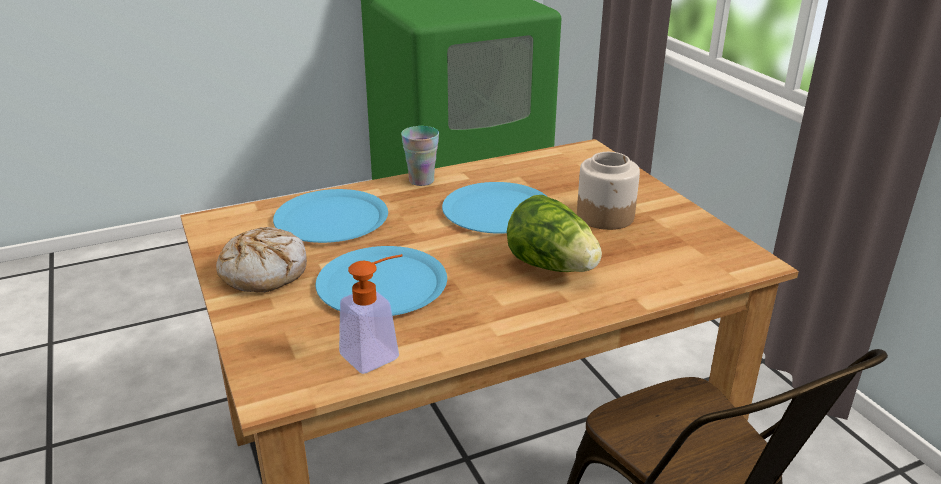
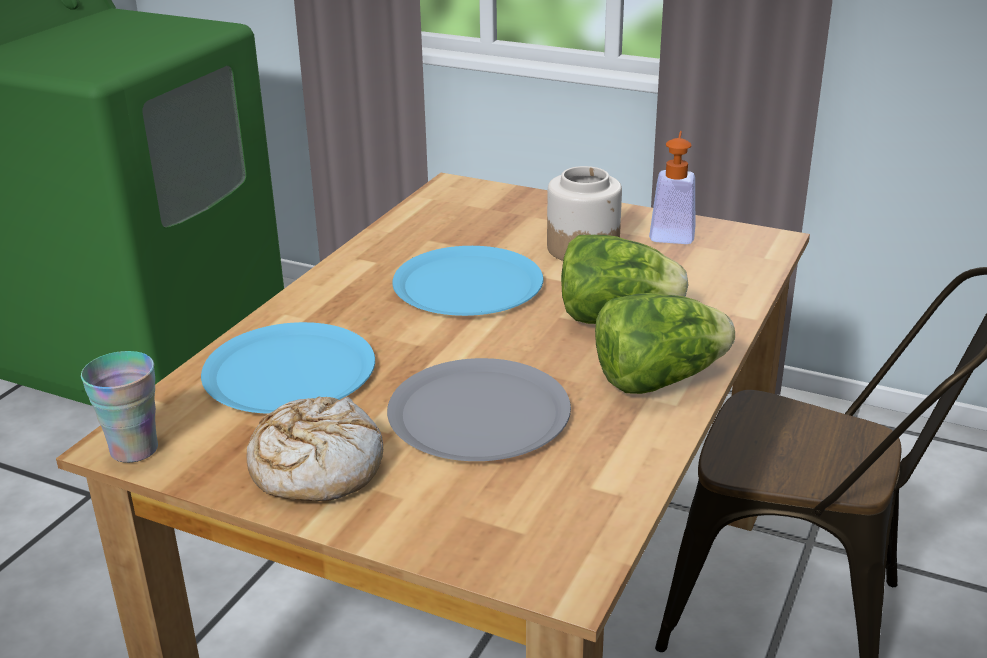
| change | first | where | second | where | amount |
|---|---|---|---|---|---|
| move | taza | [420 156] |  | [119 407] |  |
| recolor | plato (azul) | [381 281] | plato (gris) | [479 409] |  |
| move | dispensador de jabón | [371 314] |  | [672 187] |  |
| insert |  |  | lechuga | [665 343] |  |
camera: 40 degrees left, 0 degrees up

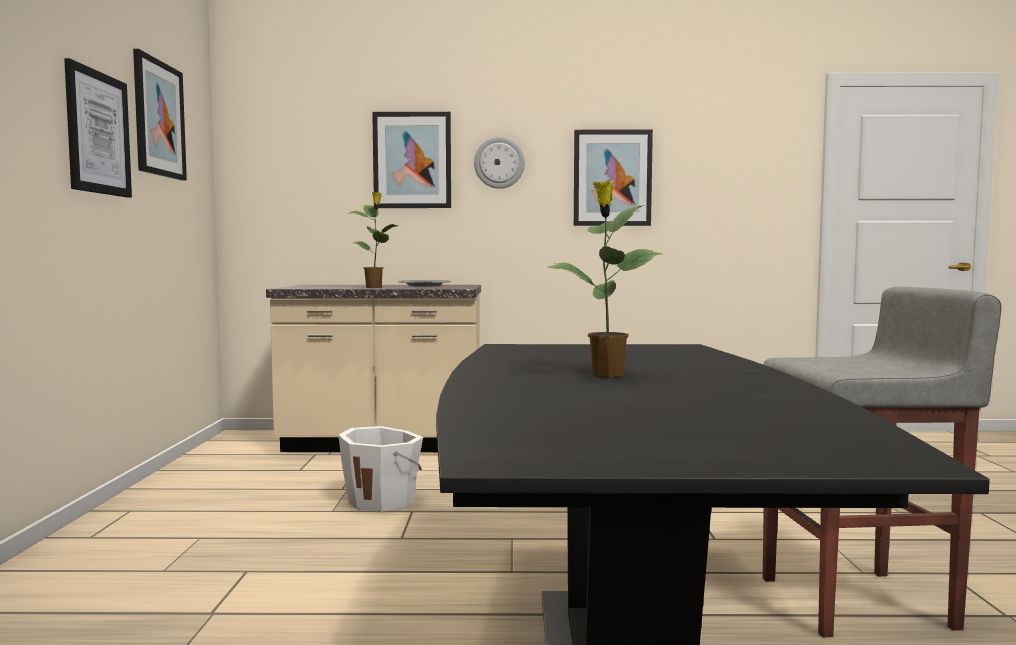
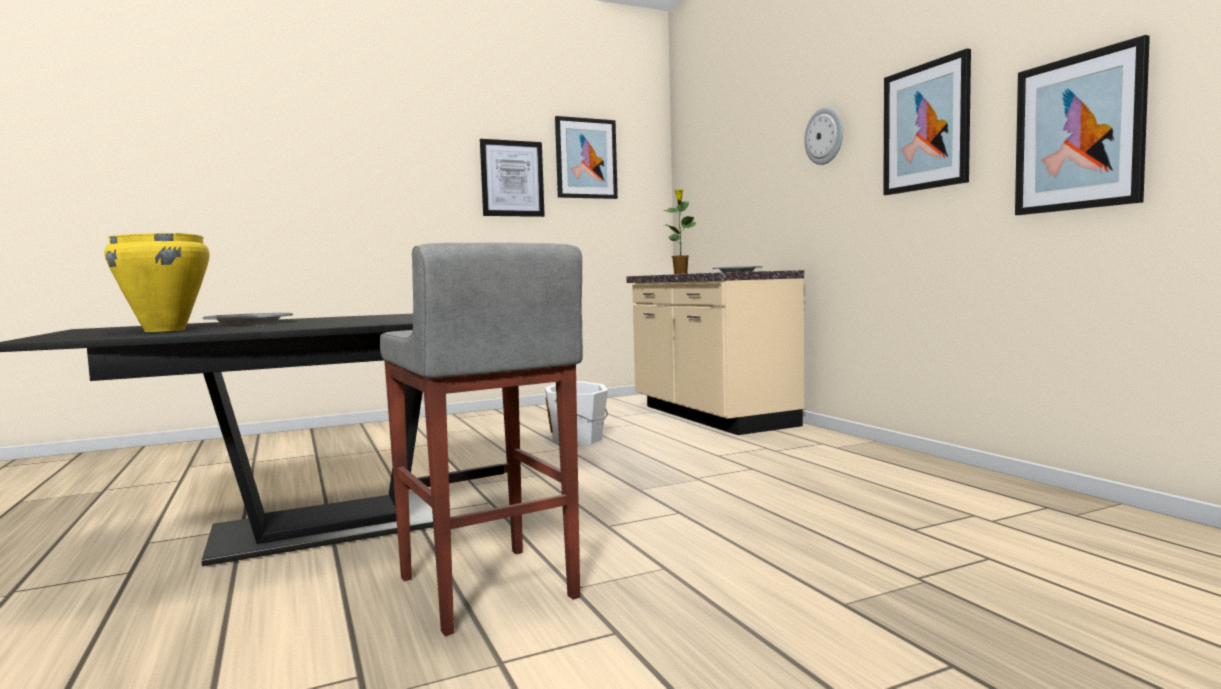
| change | first | where | second | where | amount |
|---|---|---|---|---|---|
| move | cuadro | [411 160] |  | [1082 125] |  |
| delete | planta en maceta | [605 279] |  |  |  |
| insert |  |  | olla (amarillo) | [157 282] |  |
| insert |  |  | plato (gris) | [248 318] |  |
camera: 65 degrees right, 0 degrees up

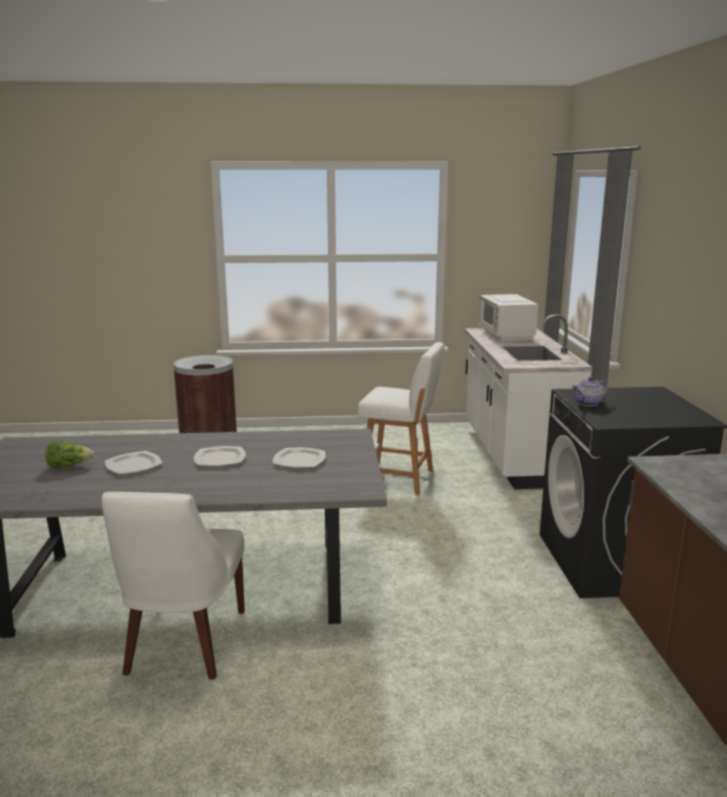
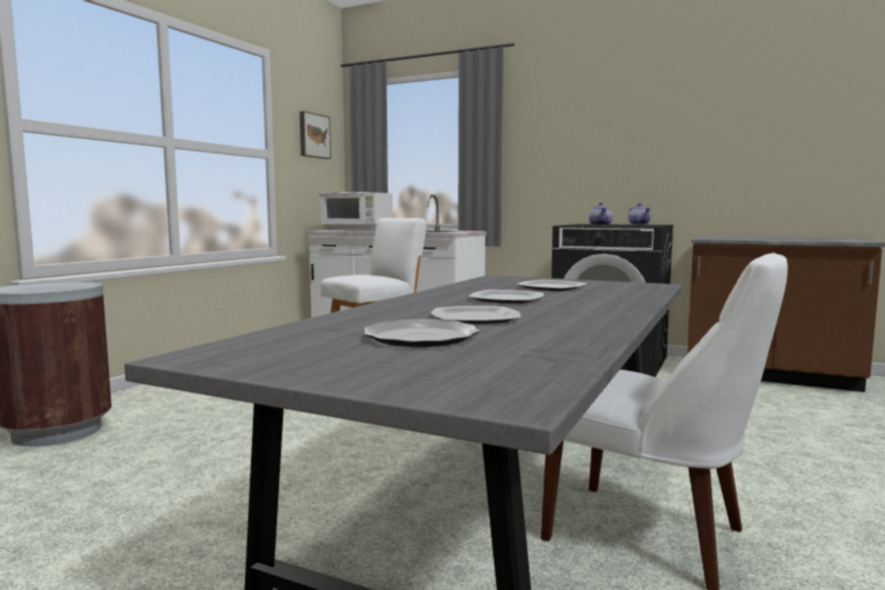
| change | first | where | second | where | amount |
|---|---|---|---|---|---|
| replace | lechuga | [69 455] | plato | [422 333] |  |
| insert |  |  | cuadro | [315 135] |  |
| insert |  |  | tetera | [639 214] |  |
camera: 60 degrees left, 10 degrees down

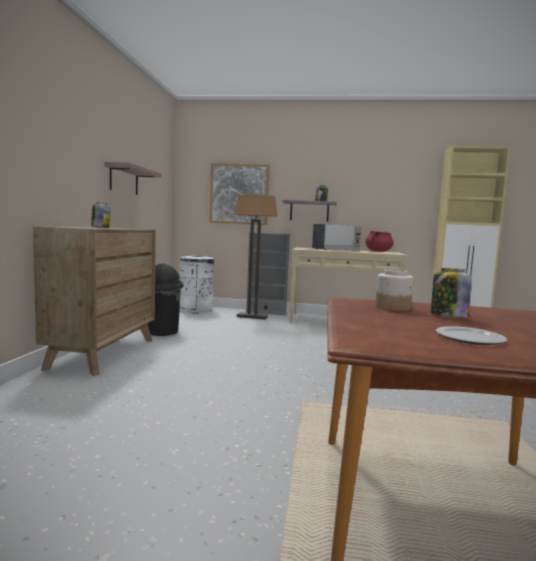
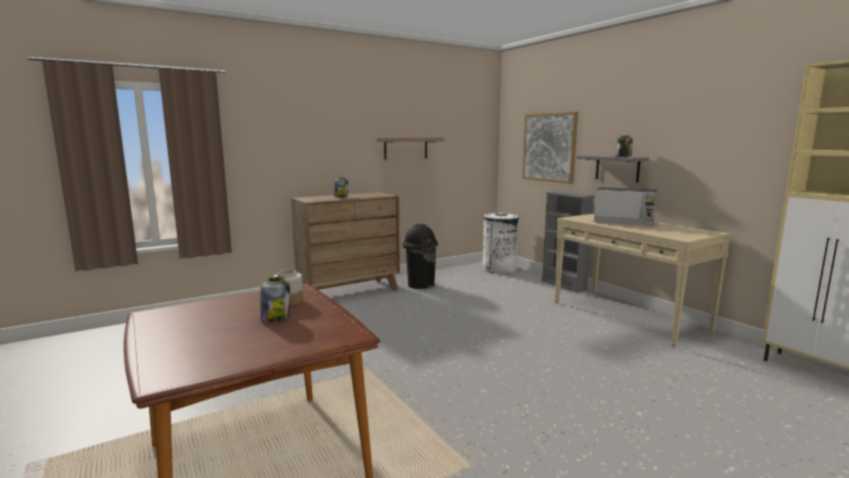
| change | first | where | second | where | amount |
|---|---|---|---|---|---|
| delete | lámpara de pie | [256 257] |  |  |  |
| delete | olla (rojo) | [379 241] |  |  |  |
| delete | plato | [471 335] |  |  |  |
camera: 50 degrees right, 5 degrees up

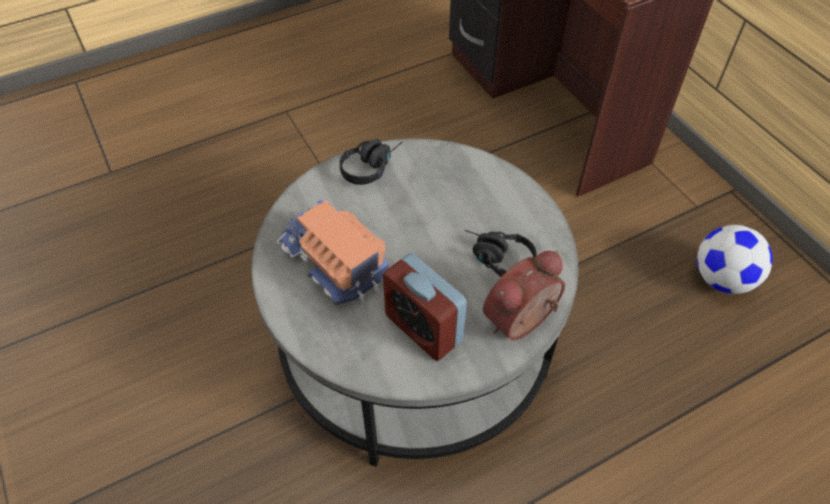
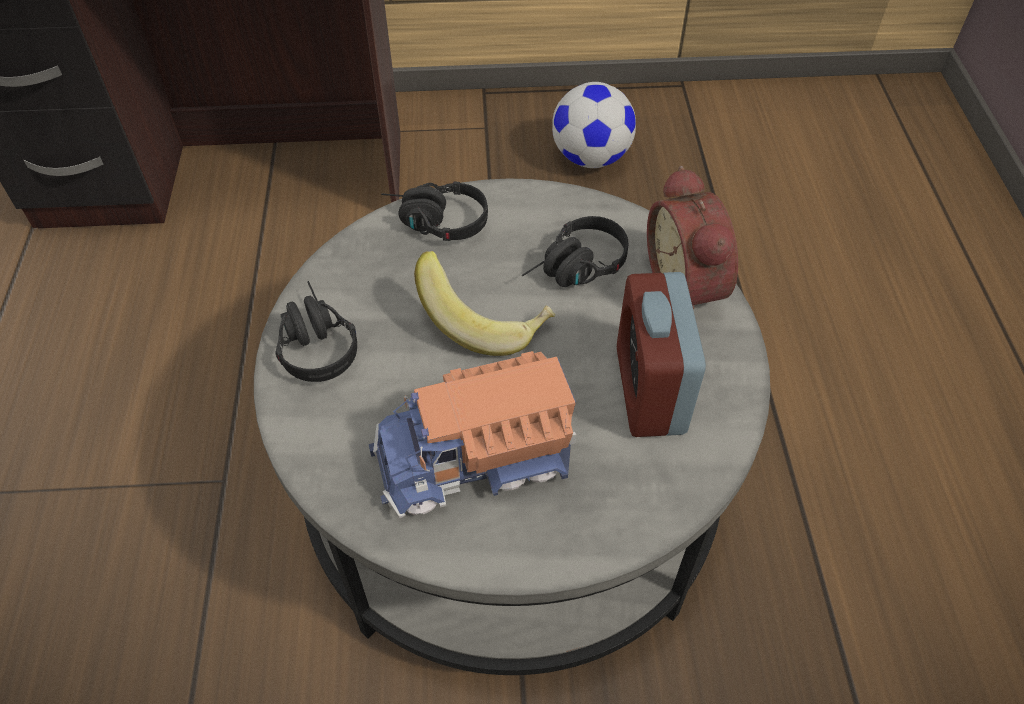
| change | first | where | second | where | amount |
|---|---|---|---|---|---|
| rotate | despertador | [425 307] |  | [661 354] | 105 degrees clockwise |
| insert |  |  | auriculares (negro) | [434 211] |  |
| insert |  |  | plátano | [484 303] |  |
camera: 65 degrees left, 0 degrees up

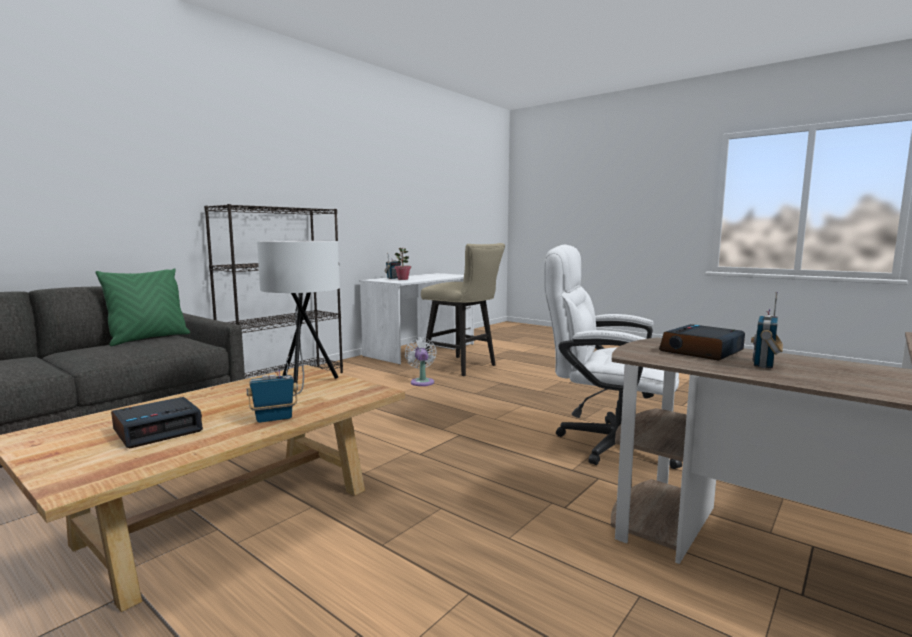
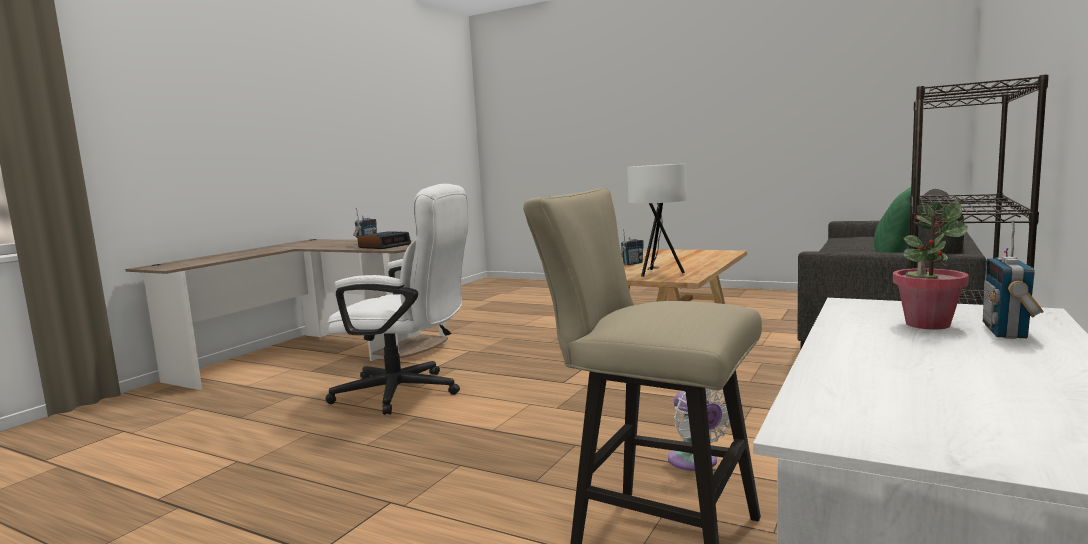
| change | first | where | second | where | amount |
|---|---|---|---|---|---|
| delete | despertador | [157 422] |  |  |  |
camera: 170 degrees right, 0 degrees up

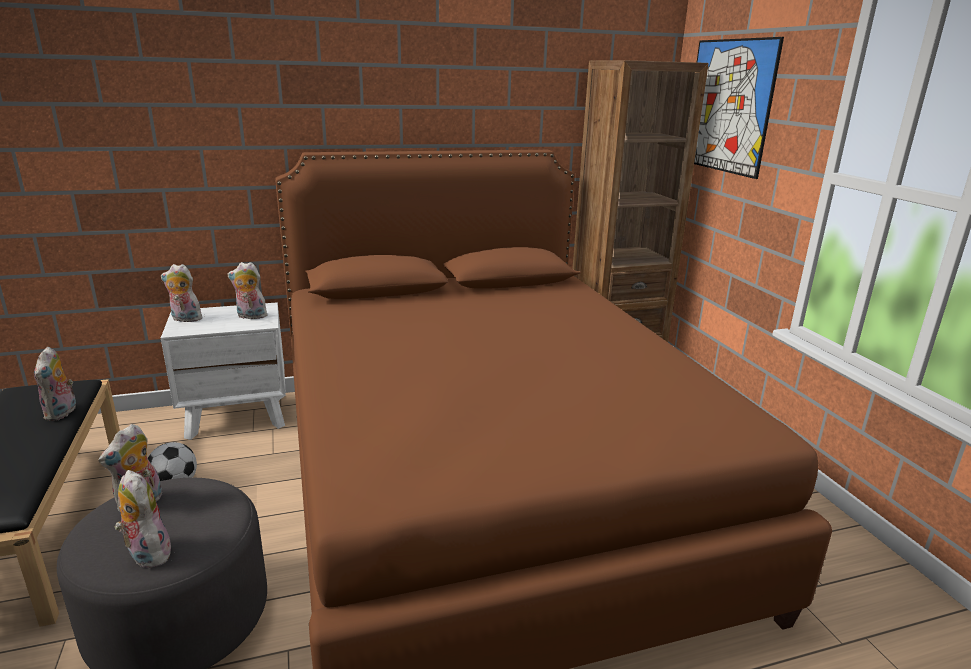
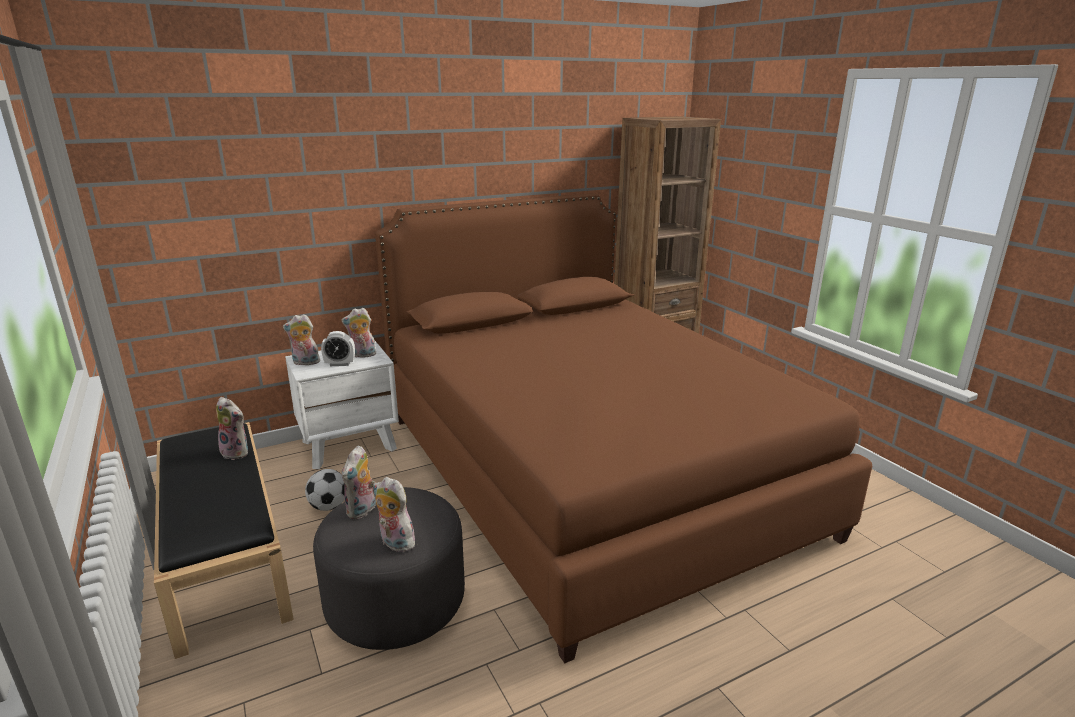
| change | first | where | second | where | amount |
|---|---|---|---|---|---|
| delete | cuadro | [739 108] |  |  |  |
| rotate | peluche | [56 384] |  | [232 428] | 45 degrees counterclockwise |
| insert |  |  | despertador | [338 348] |  |
camera: 10 degrees left, 0 degrees up

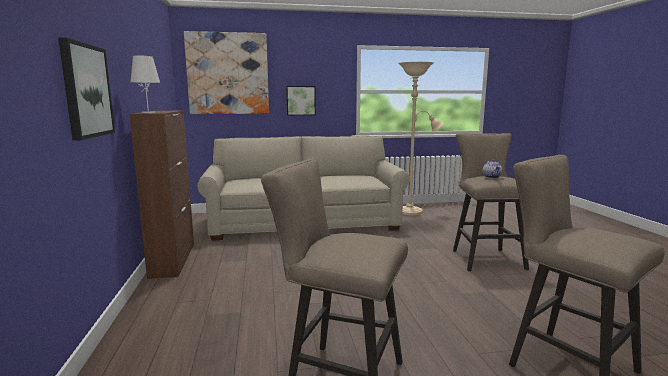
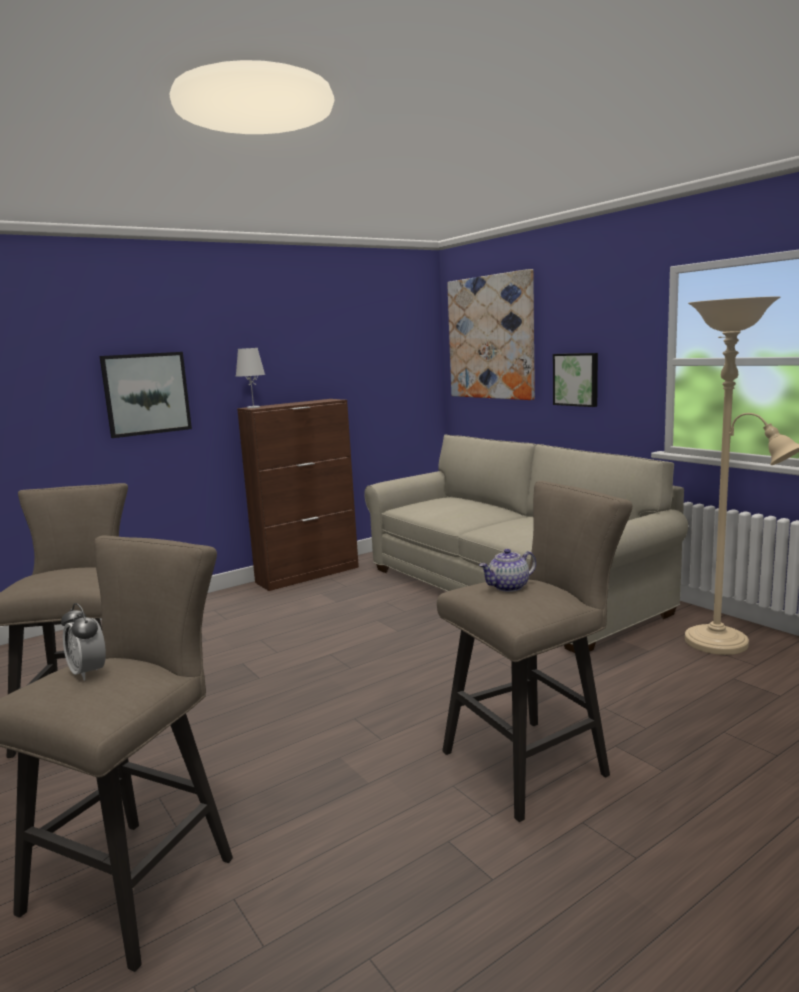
| change | first | where | second | where | amount |
|---|---|---|---|---|---|
| insert |  |  | despertador | [83 642] |  |
camera: 65 degrees right, 0 degrees up

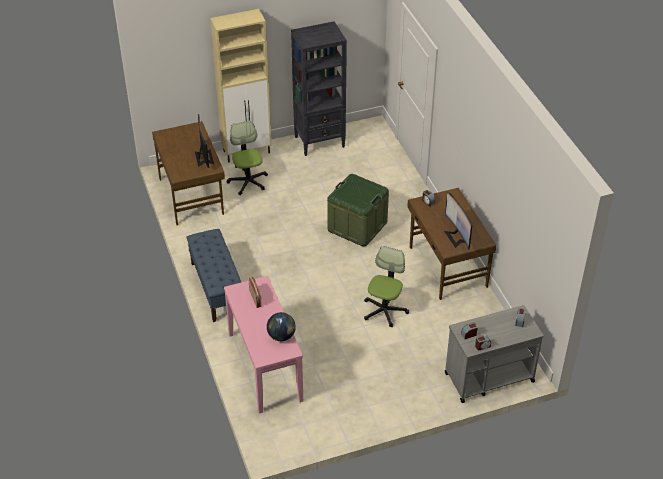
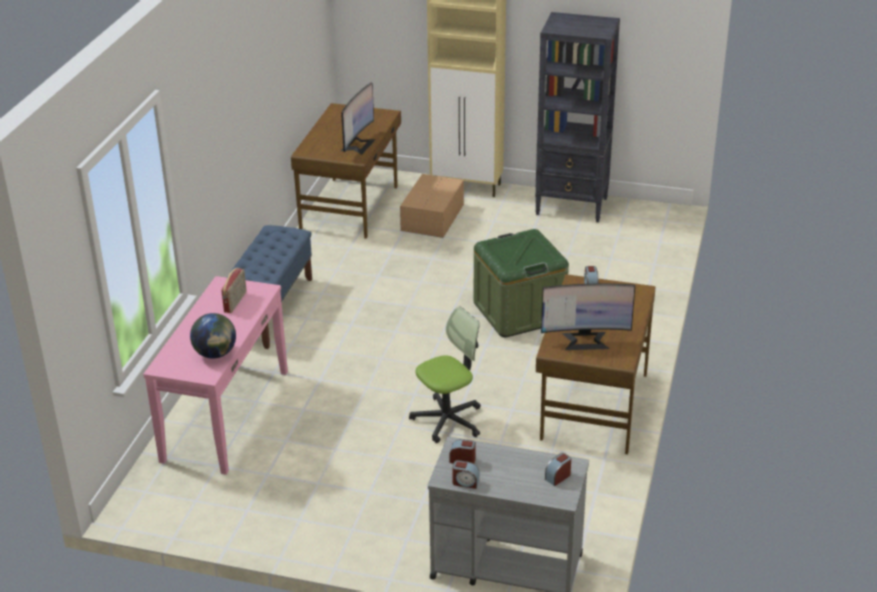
| change | first | where | second | where | amount |
|---|---|---|---|---|---|
| replace | silla de oficina | [247 158] | caja de cartón | [432 206] |  |
| rotate | monitor | [458 221] |  | [588 316] | 105 degrees counterclockwise |
camera: 35 degrees right, 10 degrees down

